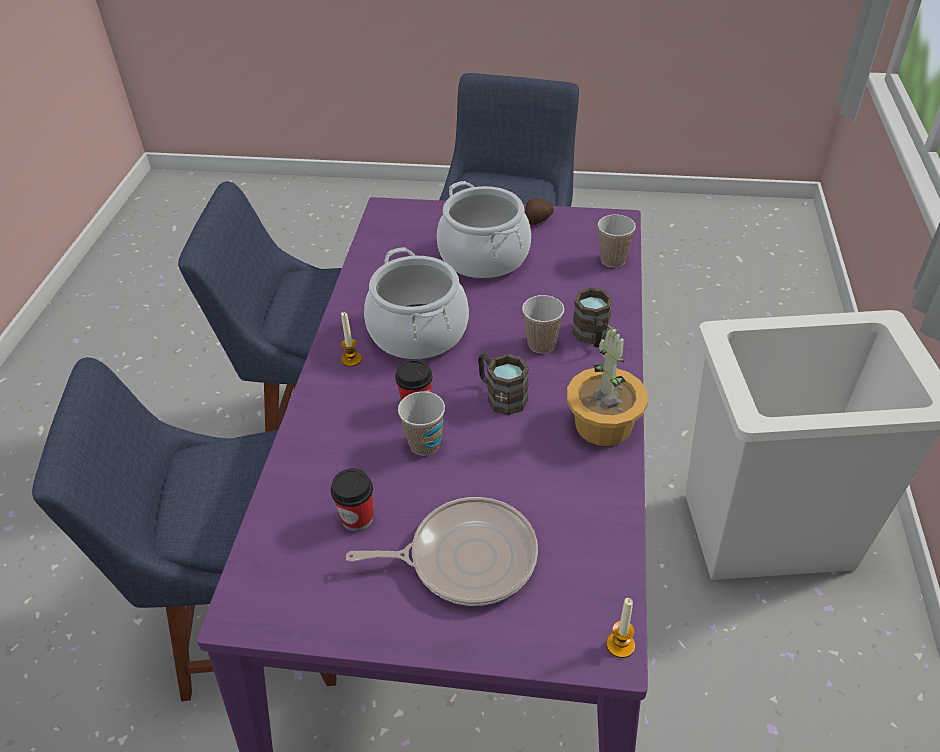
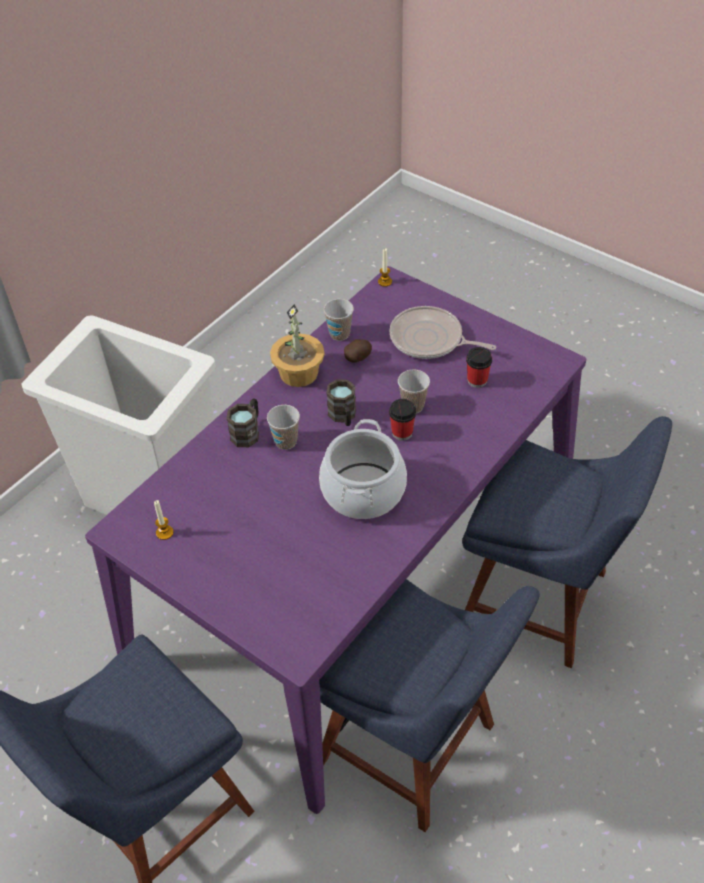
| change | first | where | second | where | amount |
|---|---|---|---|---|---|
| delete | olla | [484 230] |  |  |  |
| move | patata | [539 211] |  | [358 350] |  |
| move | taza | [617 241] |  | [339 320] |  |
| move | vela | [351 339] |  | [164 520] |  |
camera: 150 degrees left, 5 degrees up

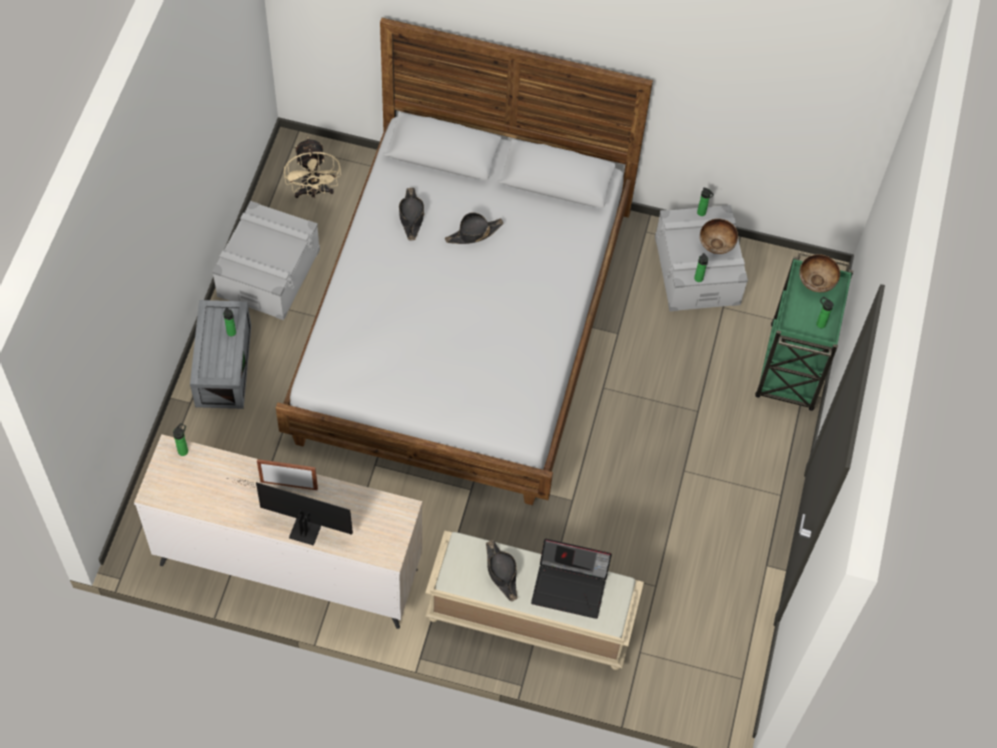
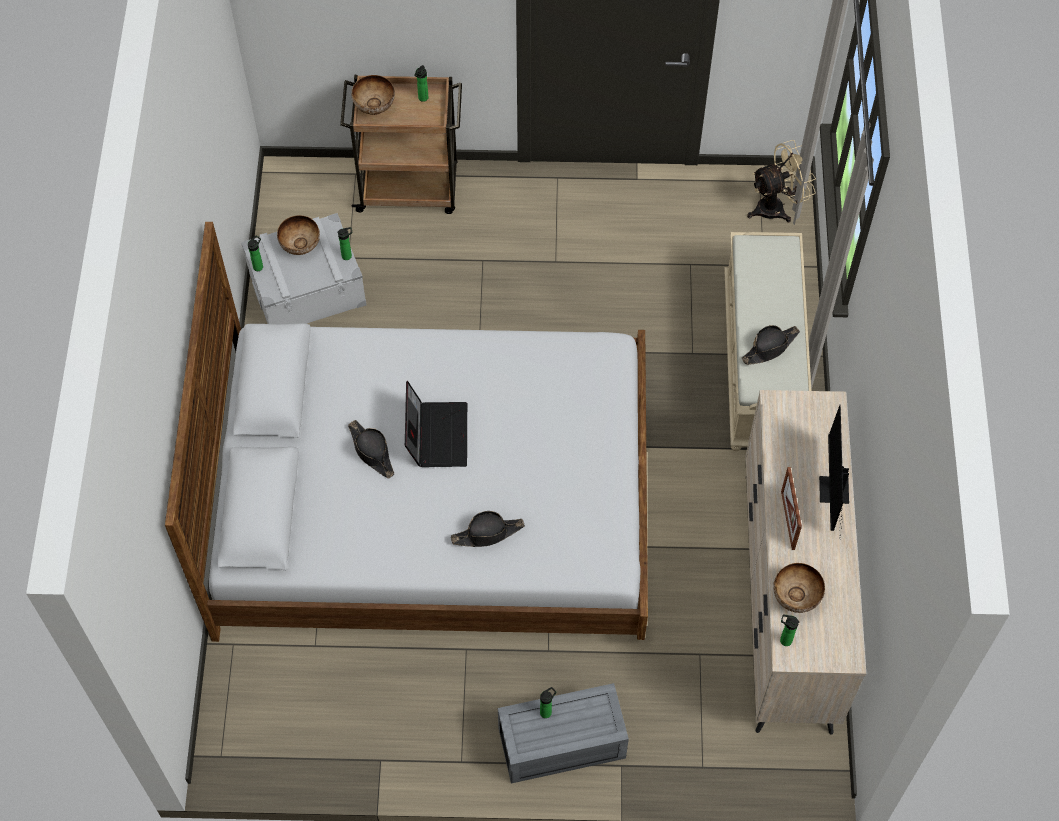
| change | first | where | second | where | amount |
|---|---|---|---|---|---|
| move | ventilador (beis) | [312 167] |  | [781 181] |  |
| move | sombrero (negro) | [412 214] |  | [488 529] |  |
| delete | caja de almacenaje (gris) | [266 260] |  |  |  |
| recolor | carrito (verde) | [804 331] | carrito (marrón) | [401 144] |  |
| move | portátil | [571 579] |  | [436 424] |  |
| insert |  |  | cuenco | [799 588] |  |
camera: 100 degrees left, 0 degrees up

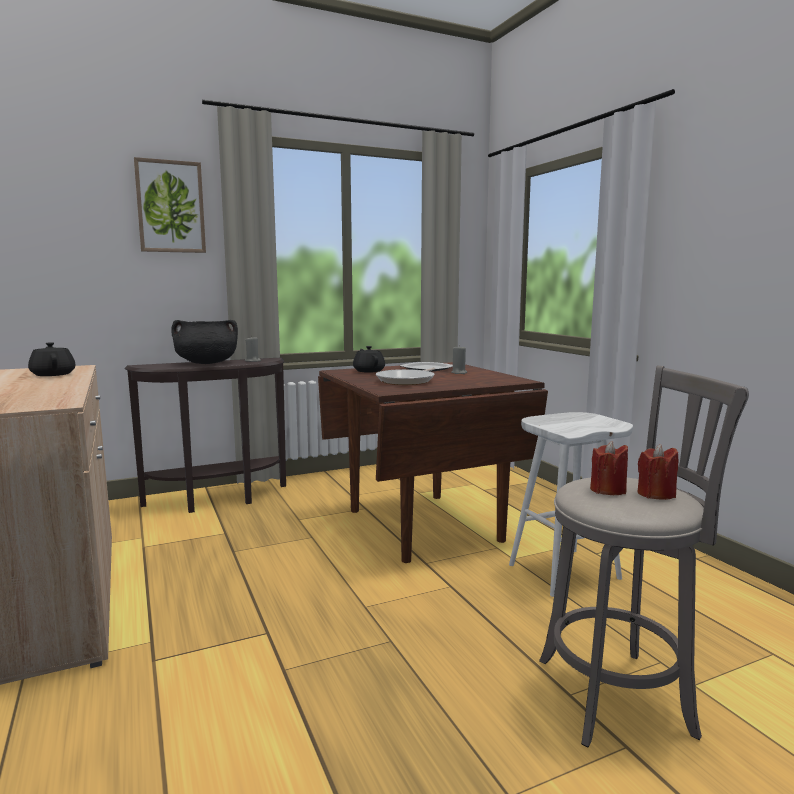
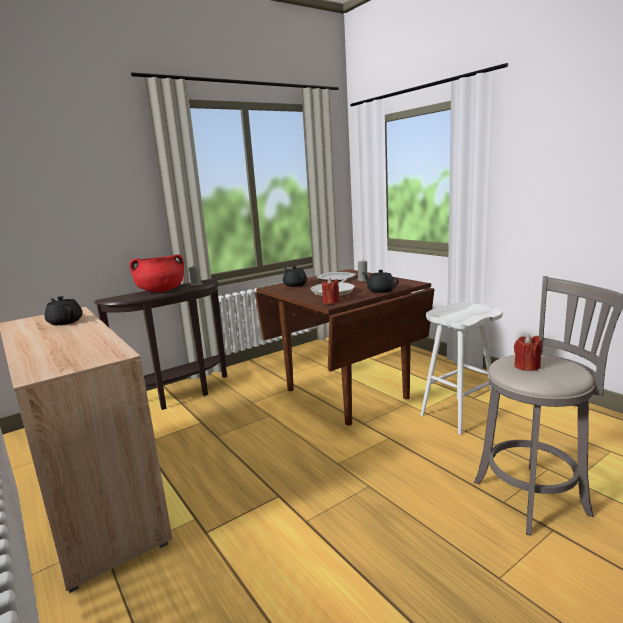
| change | first | where | second | where | amount |
|---|---|---|---|---|---|
| delete | cuadro | [170 205] |  |  |  |
| recolor | olla (negro) | [204 342] | olla (rojo) | [156 273] |  |
| move | vela (rojo) | [657 472] |  | [331 291] |  |
| insert |  |  | tetera (negro) | [380 281] |  |
camera: 10 degrees left, 5 degrees up

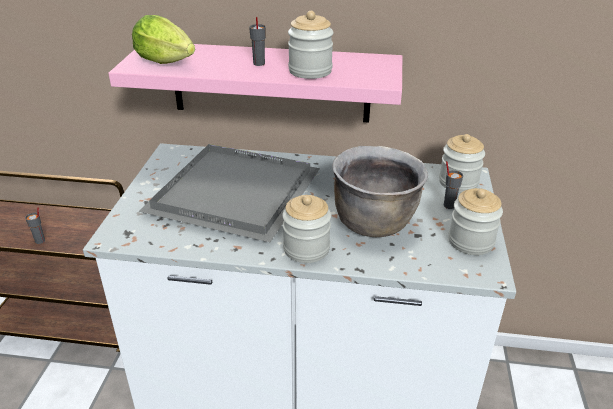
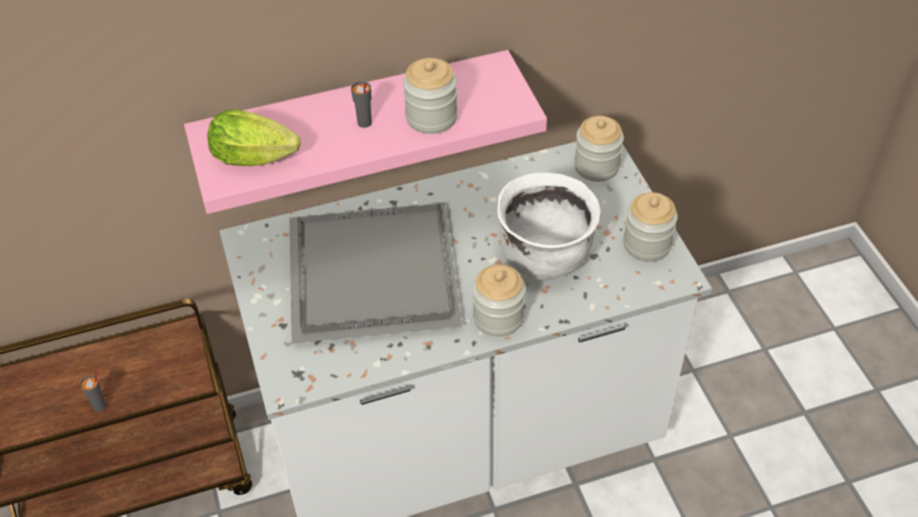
| change | first | where | second | where | amount |
|---|---|---|---|---|---|
| recolor | olla (marrón) | [380 191] | olla (blanco) | [549 226] |  |
| delete | taza (gris) | [453 185] |  |  |  |
camera: 25 degrees left, 15 degrees up

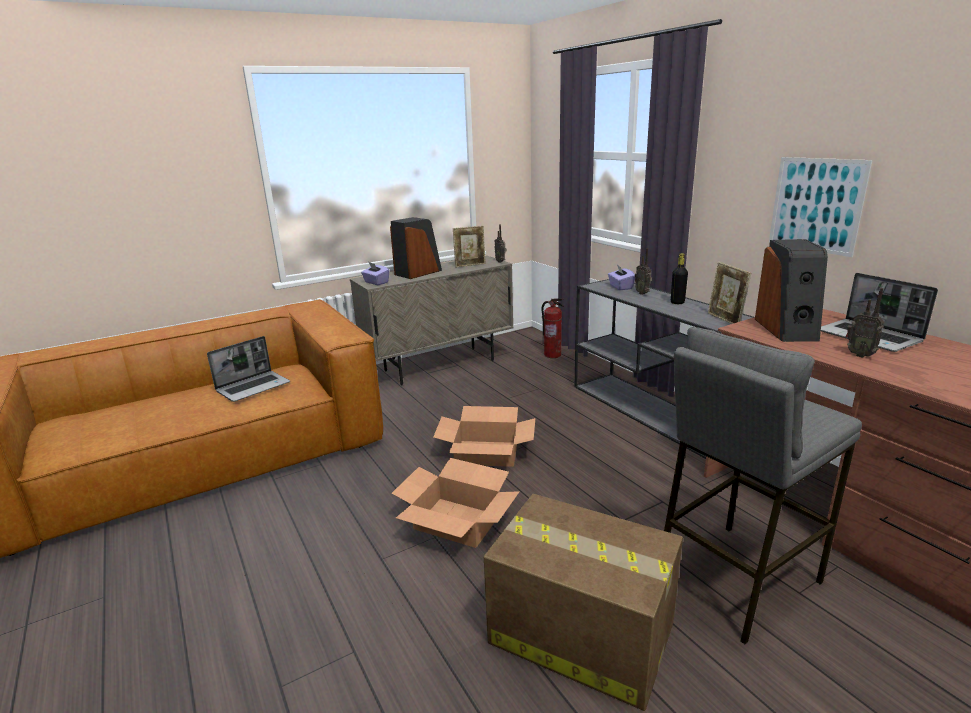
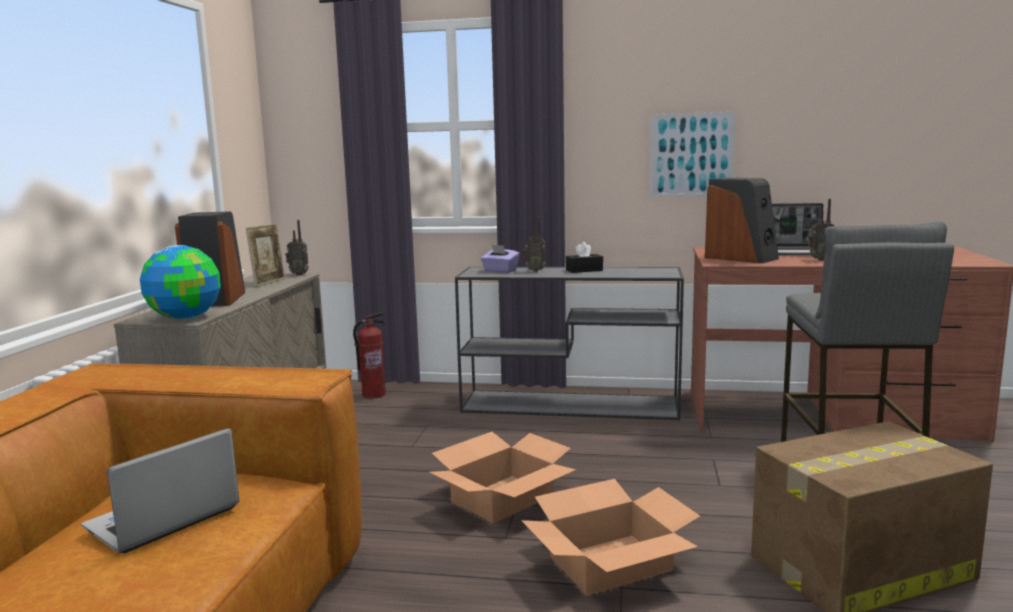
| change | first | where | second | where | amount |
|---|---|---|---|---|---|
| replace | botella (negro) | [679 278] | caja de pañuelos (negro) | [584 257] |  |
| replace | caja de pañuelos (morado) | [375 273] | globo terráqueo | [180 282] |  |
| delete | portarretratos | [729 293] |  |  |  |
| rotate | portátil | [248 369] |  | [161 490] | 135 degrees counterclockwise |
camera: 50 degrees left, 10 degrees down

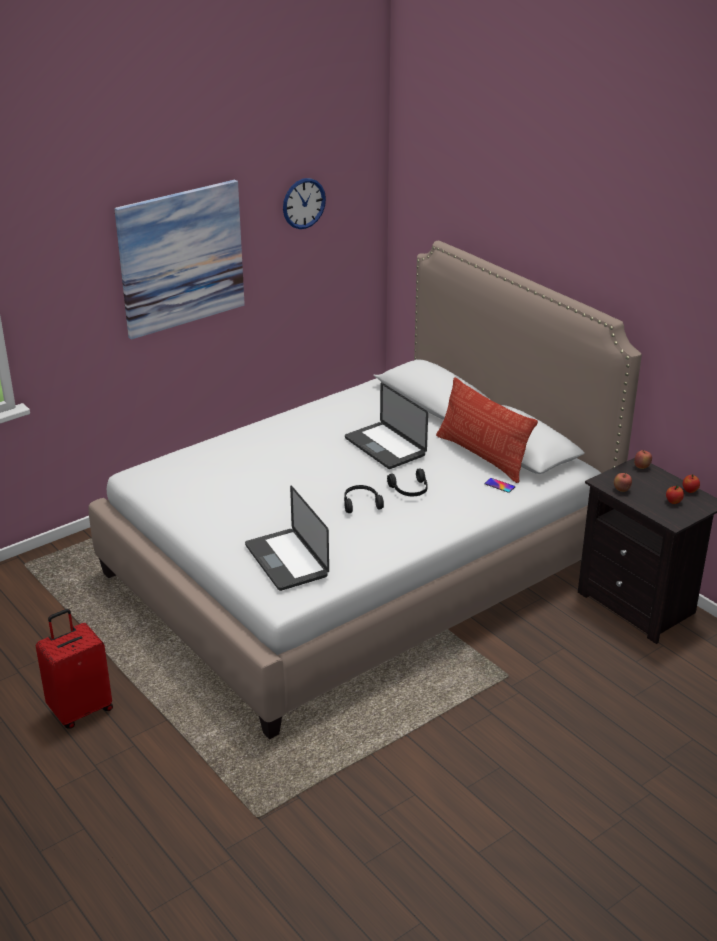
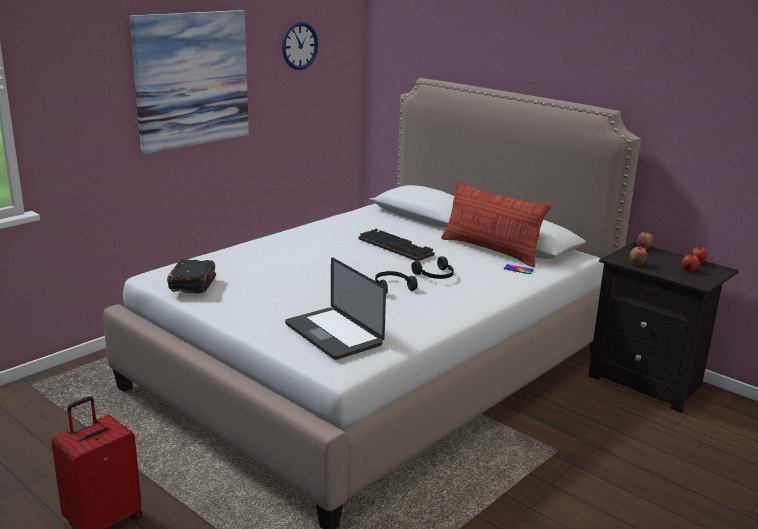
| change | first | where | second | where | amount |
|---|---|---|---|---|---|
| replace | portátil | [386 425] | teclado | [396 245] |  |
| insert |  |  | libro (negro) | [191 276] |  |
camera: 10 degrees left, 10 degrees down

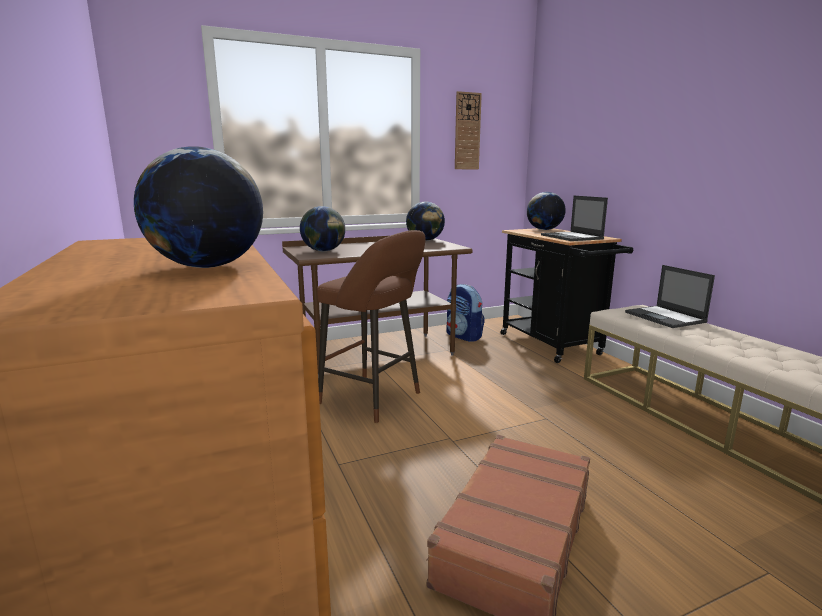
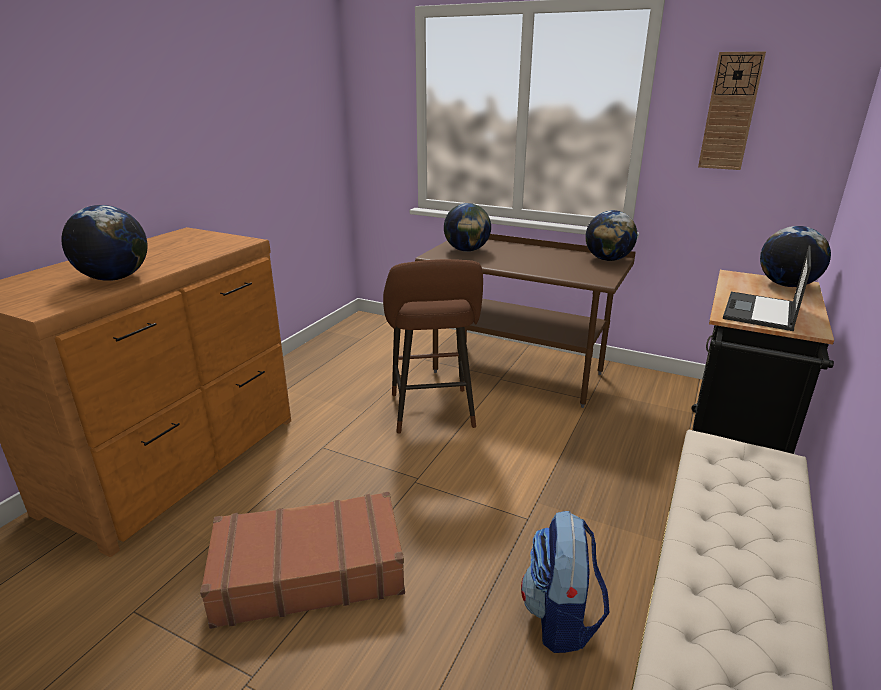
| change | first | where | second | where | amount |
|---|---|---|---|---|---|
| delete | portátil | [670 296] |  |  |  |
| move | mochila | [465 313] |  | [565 582] |  |
camera: 50 degrees right, 10 degrees up

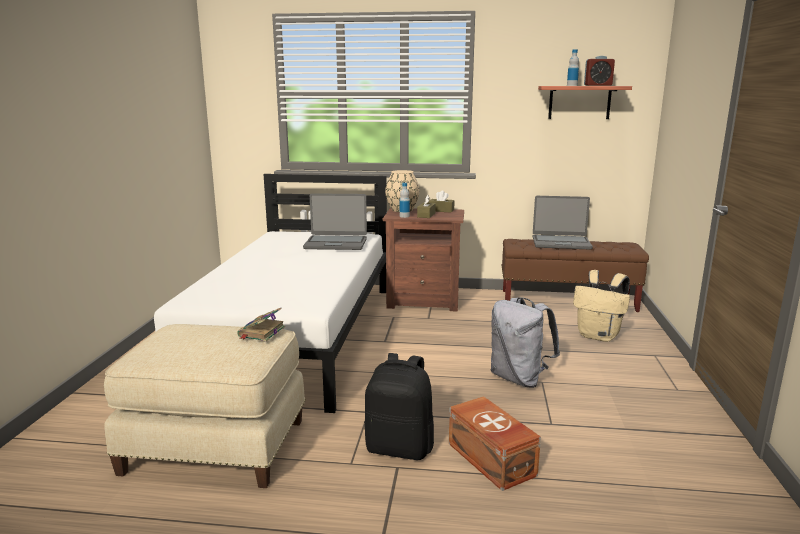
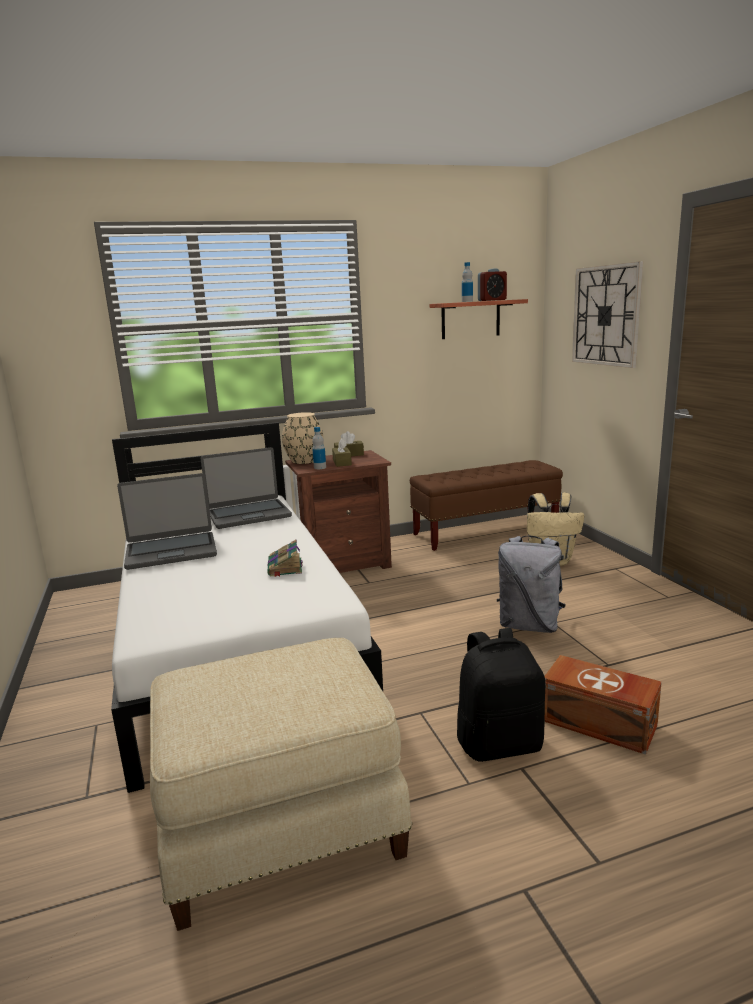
| change | first | where | second | where | amount |
|---|---|---|---|---|---|
| move | portátil | [563 223] |  | [167 521] |  |
| move | libro | [261 324] |  | [285 558] |  |
| insert |  |  | reloj de pared | [607 314] |  |
camera: 25 degrees left, 0 degrees up

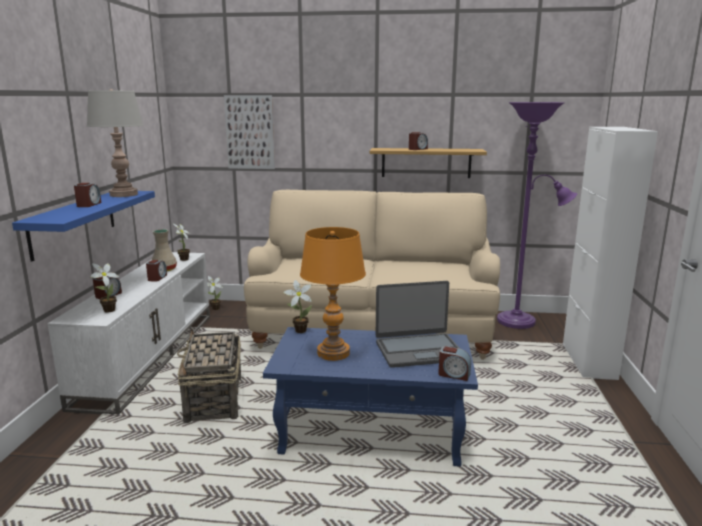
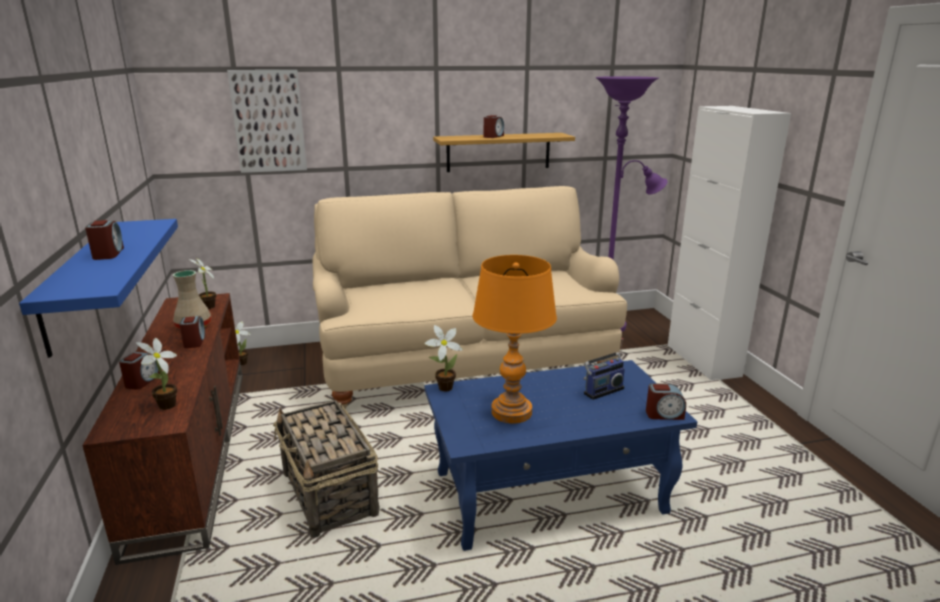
| change | first | where | second | where | amount |
|---|---|---|---|---|---|
| delete | lámpara de mesa (gris) | [115 143] |  |  |  |
| recolor | mueble de televisión (blanco) | [128 333] | mueble de televisión (marrón) | [163 429] |  |
| replace | portátil | [417 324] | radio | [603 369] |  |
camera: 20 degrees left, 5 degrees up

